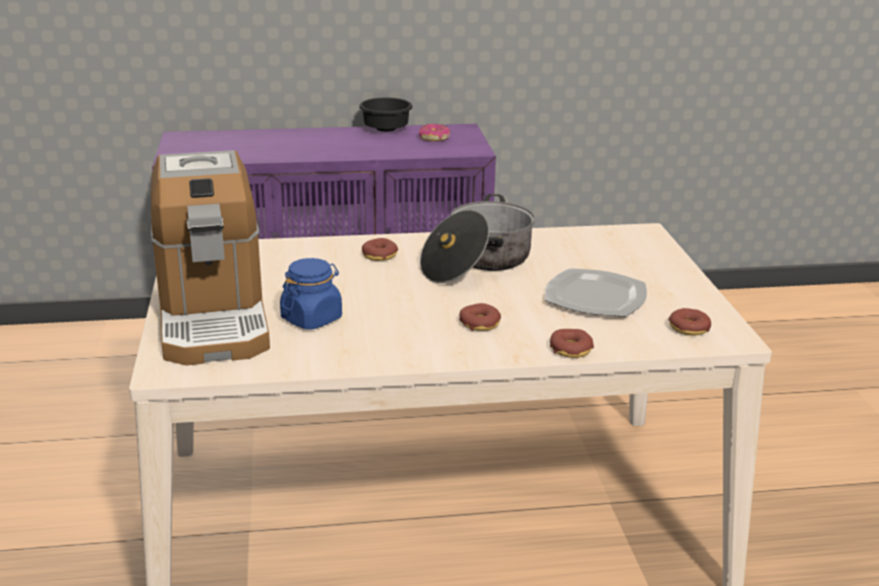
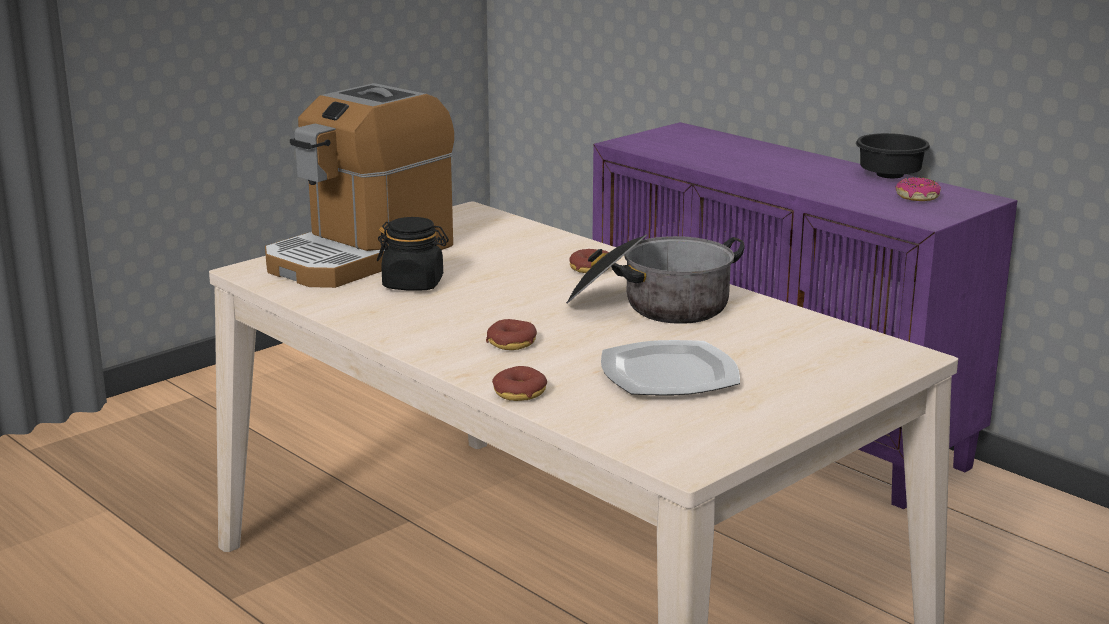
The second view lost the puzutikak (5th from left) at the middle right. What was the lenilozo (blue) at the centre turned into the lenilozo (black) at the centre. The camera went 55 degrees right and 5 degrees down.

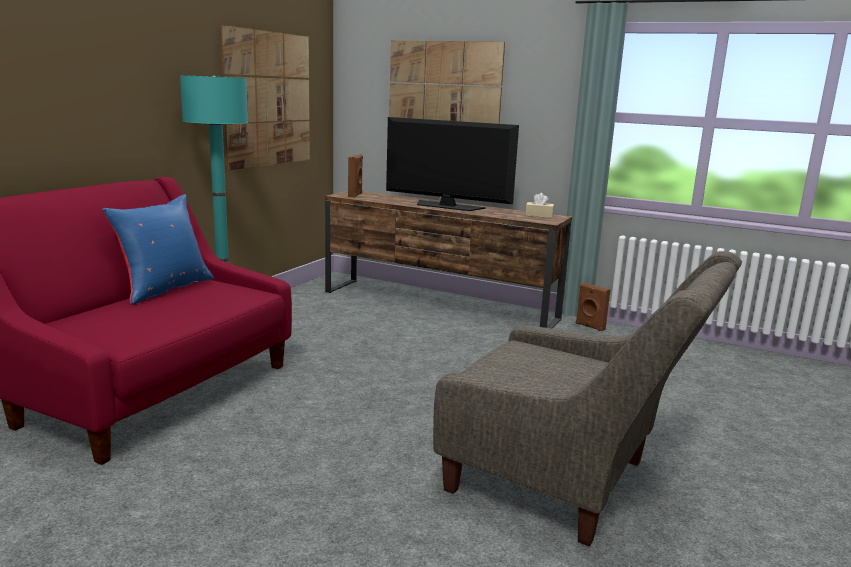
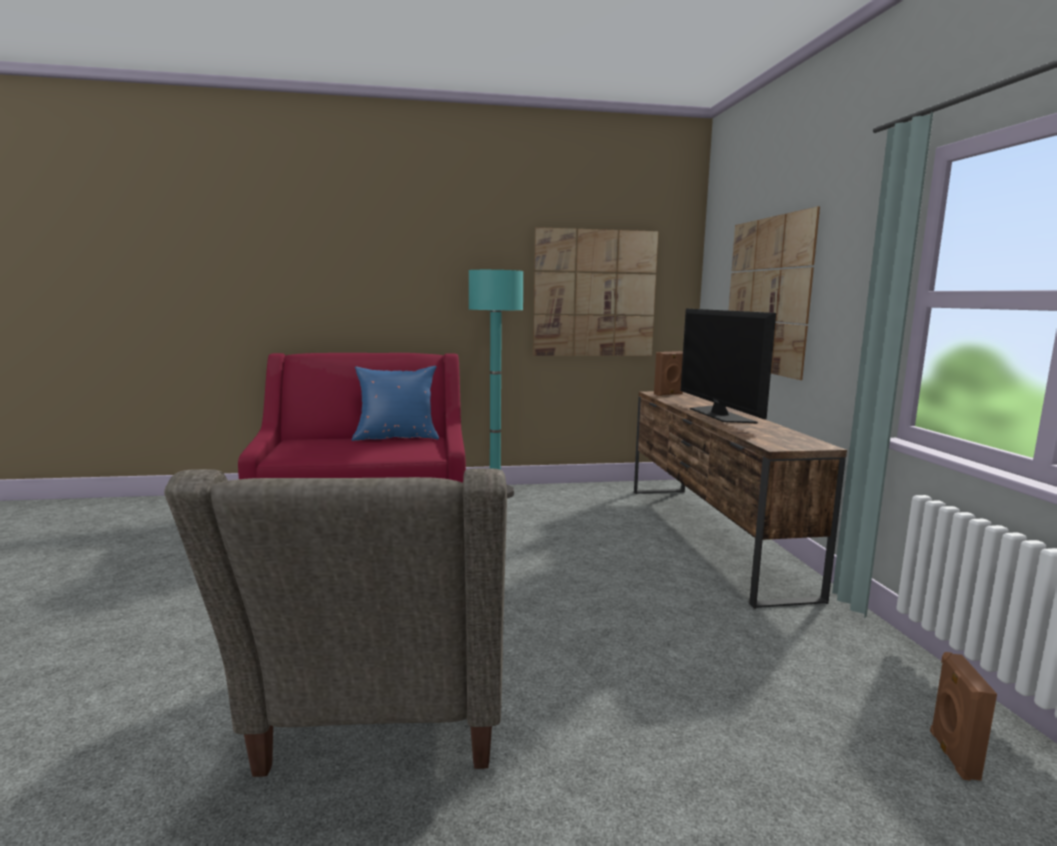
The second view lost the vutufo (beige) at the centre. The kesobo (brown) (2nd from left) ended up elsewhere, having gone from the middle right to the bottom right. The camera went 55 degrees right and 5 degrees down.

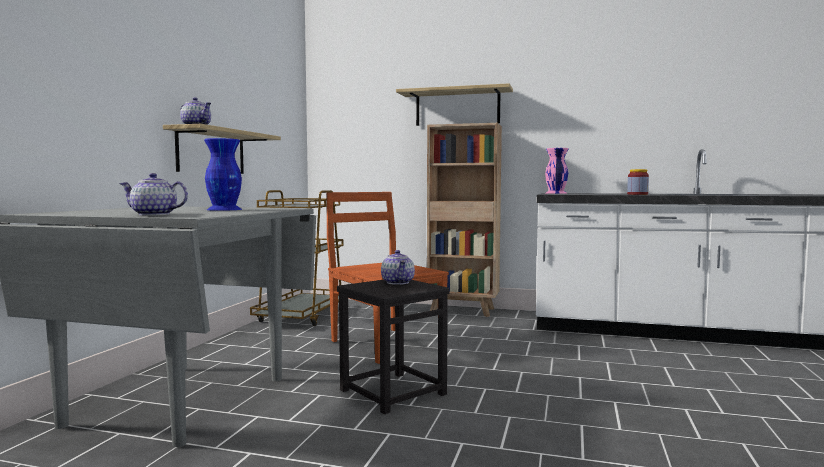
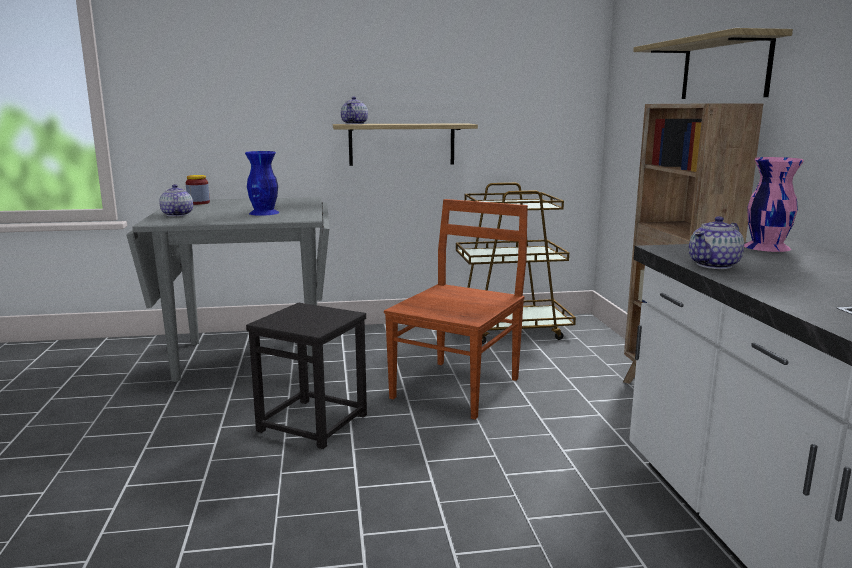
The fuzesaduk (3rd from left) ended up elsewhere, having gone from the centre to the middle right. The lenilozo ended up elsewhere, having gone from the middle right to the middle left. The camera went 65 degrees right and 10 degrees up.

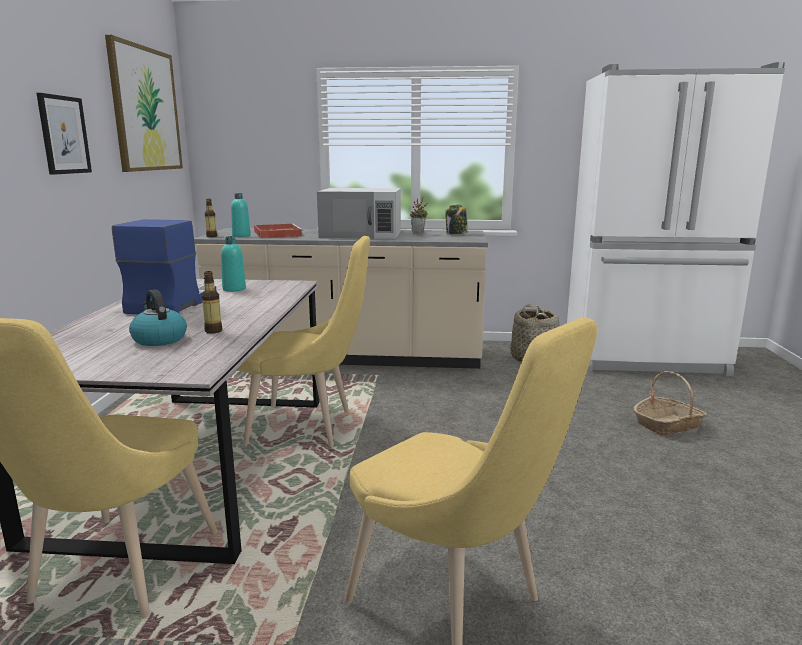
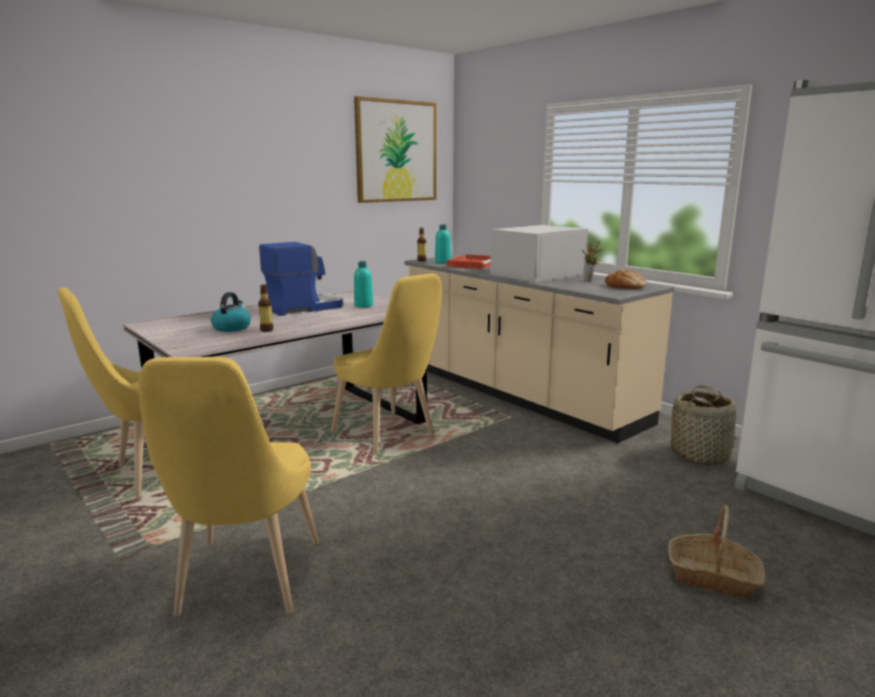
The second view lost the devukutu (1st from left) at the top left. Where the lenilozo stood at the centre, the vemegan came to stand at the middle right. The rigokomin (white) at the top centre ended up facing another way, 90 degrees clockwise from before. The camera went 45 degrees right and 0 degrees up.

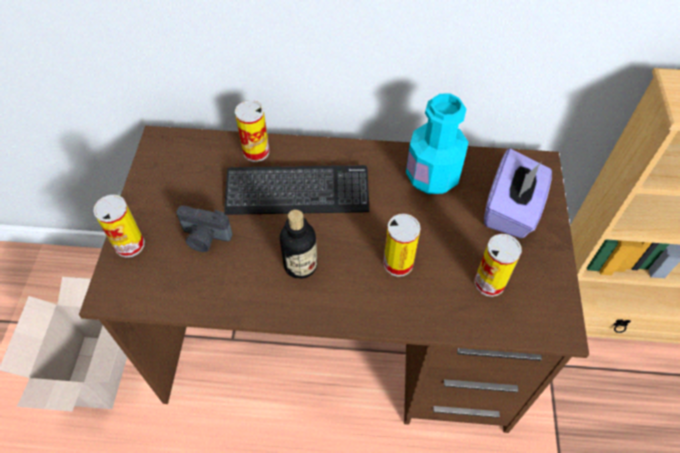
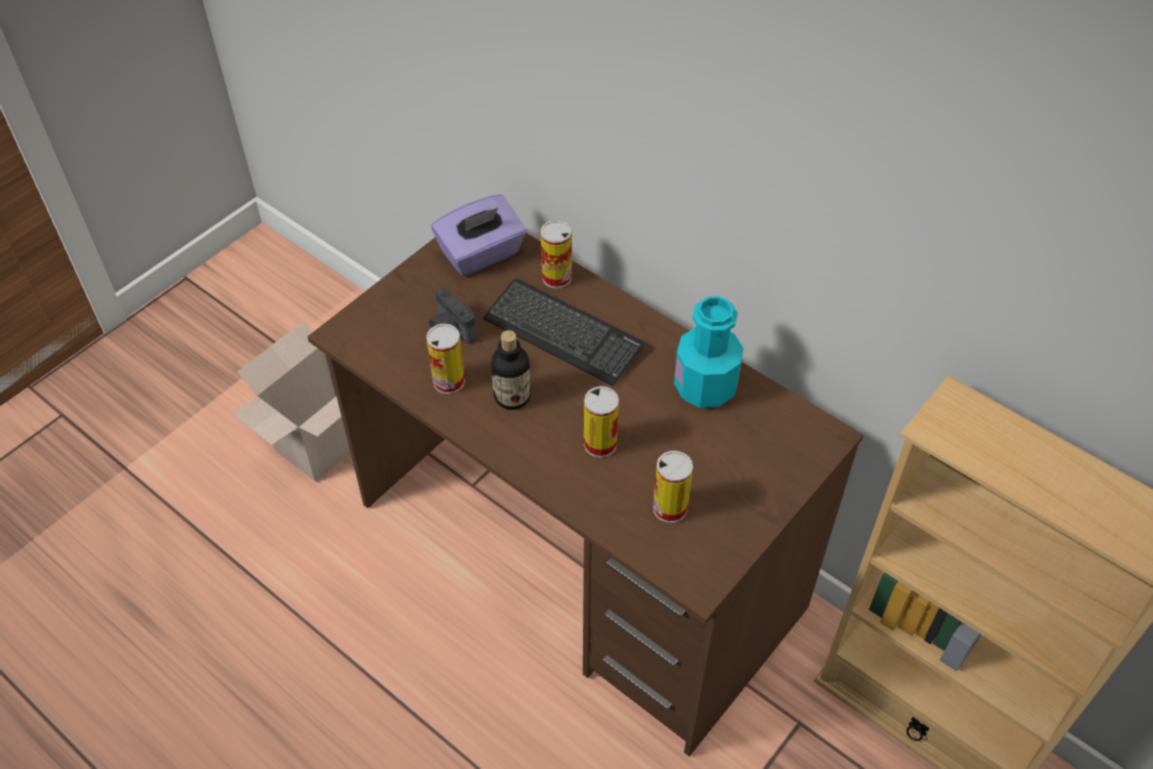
The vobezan (1st from left) ended up elsewhere, having gone from the middle left to the centre. The vutufo (purple) ended up elsewhere, having gone from the middle right to the top centre. The camera went 35 degrees right and 5 degrees down.

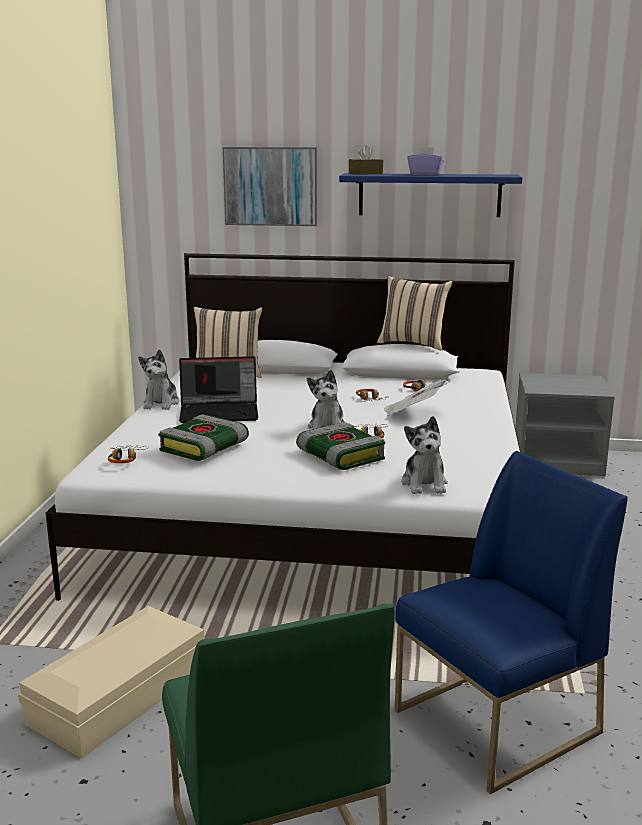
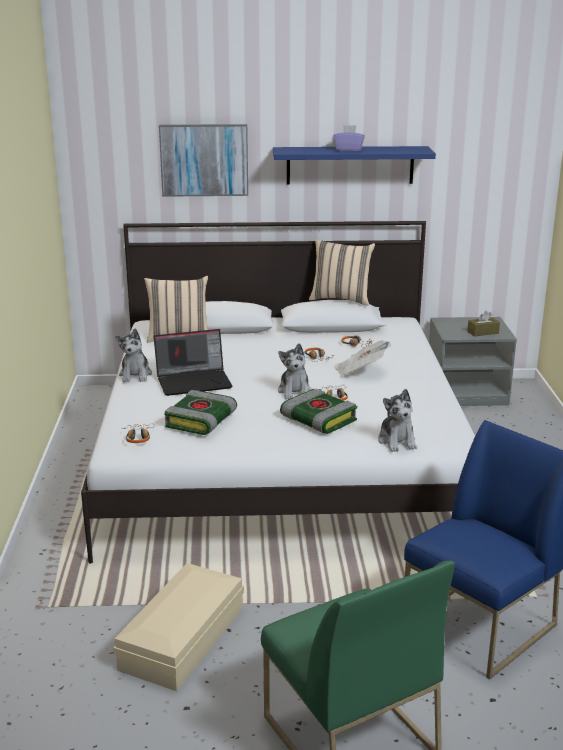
The vutufo (brown) ended up elsewhere, having gone from the top centre to the middle right. The camera went 10 degrees left and 5 degrees up.

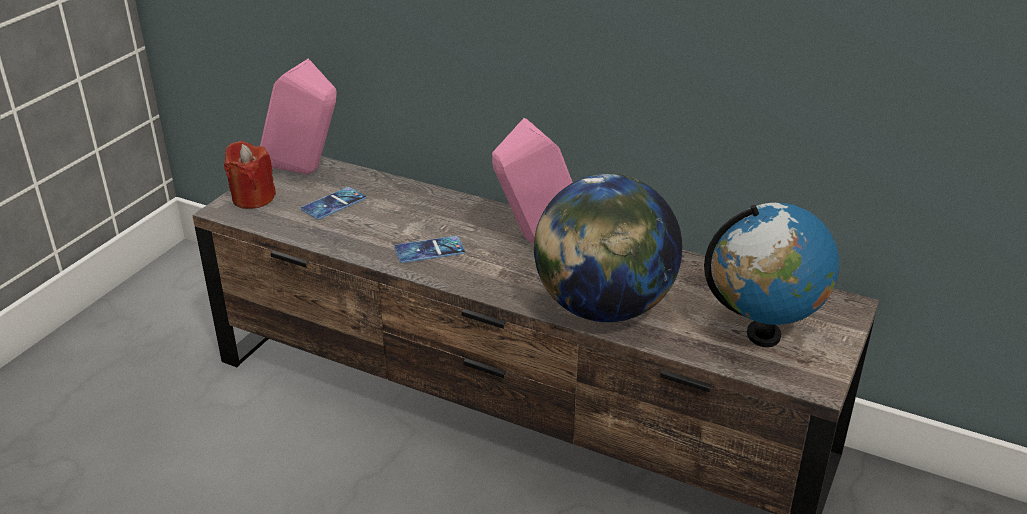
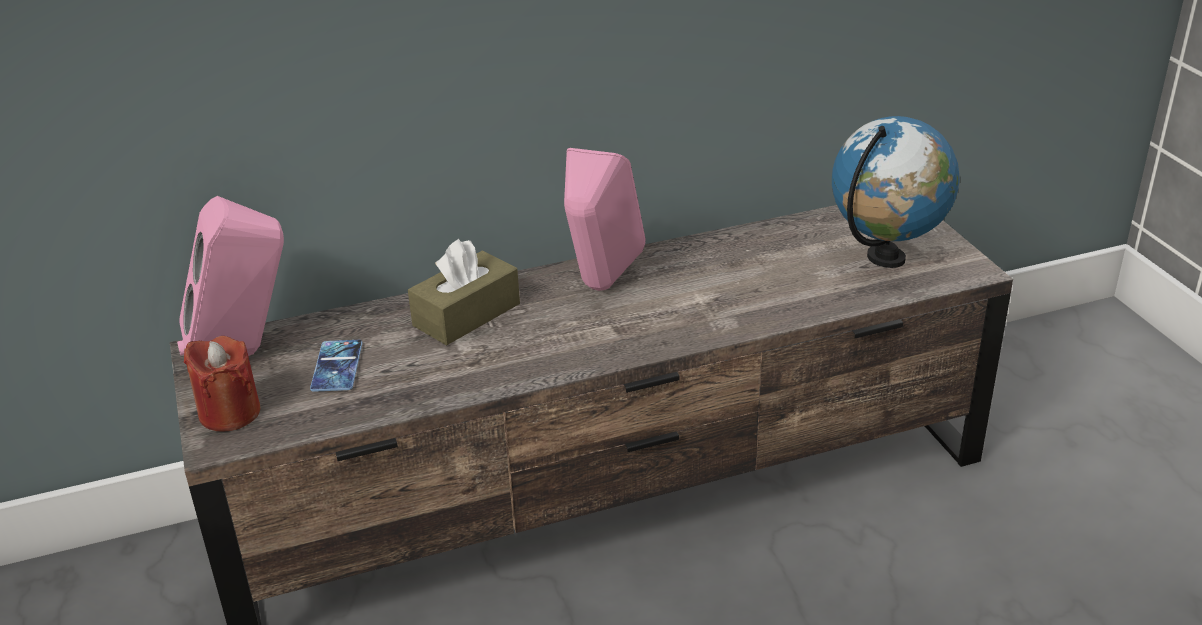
The second view lost the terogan (2nd from left) at the centre. The second view lost the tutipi (1st from left) at the centre. The second view gained the vutufo (brown) at the centre. The camera went 45 degrees left and 0 degrees up.

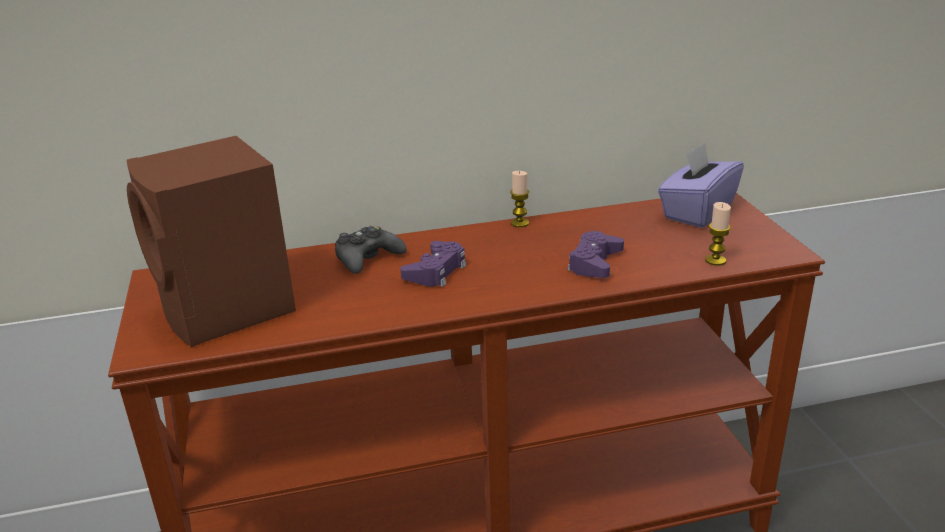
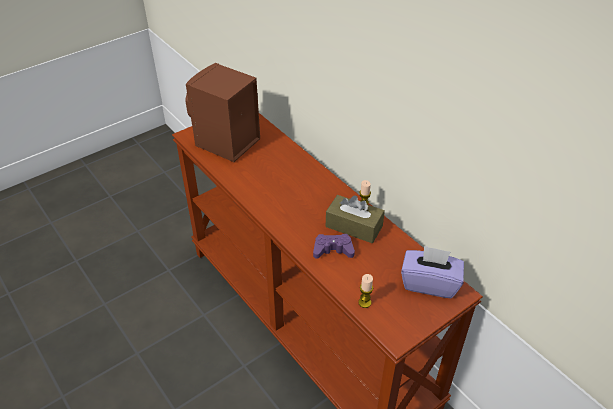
The second view lost the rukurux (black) at the centre. The second view lost the rukurux (purple) (1st from left) at the centre. The second view gained the vutufo (brown) at the centre. The camera went 65 degrees right and 15 degrees up.

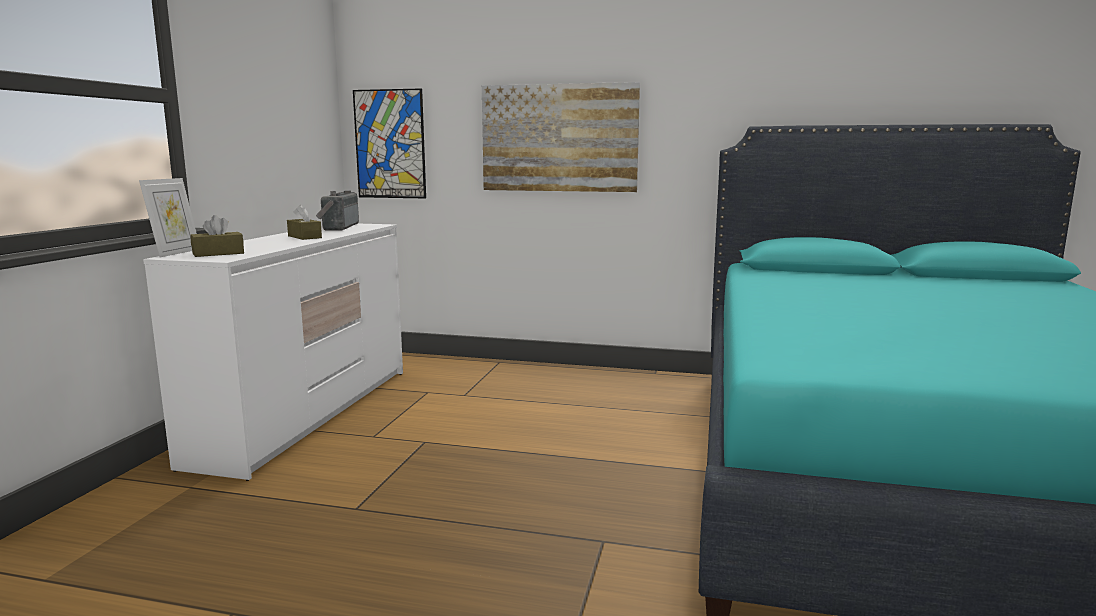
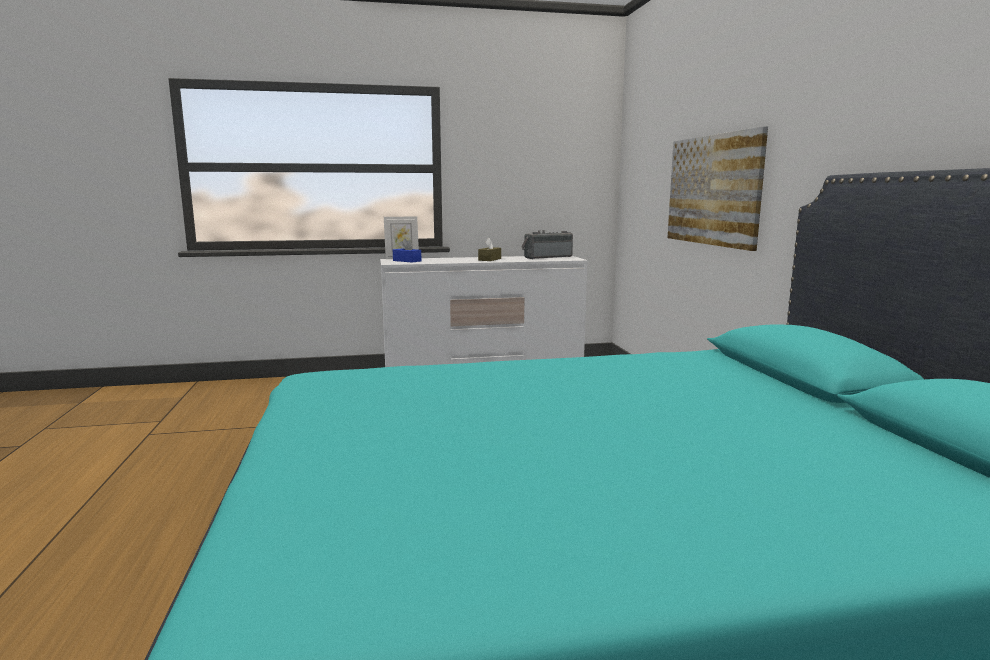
The second view lost the devukutu (1st from left) at the top centre. What was the vutufo (brown) (1st from left) at the middle left turned into the vutufo (blue) at the centre. The camera went 65 degrees right and 0 degrees up.

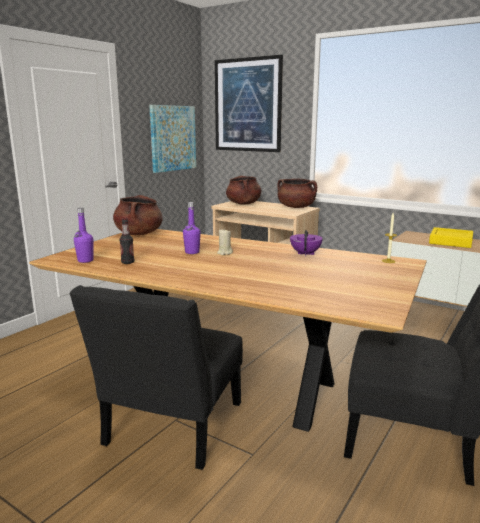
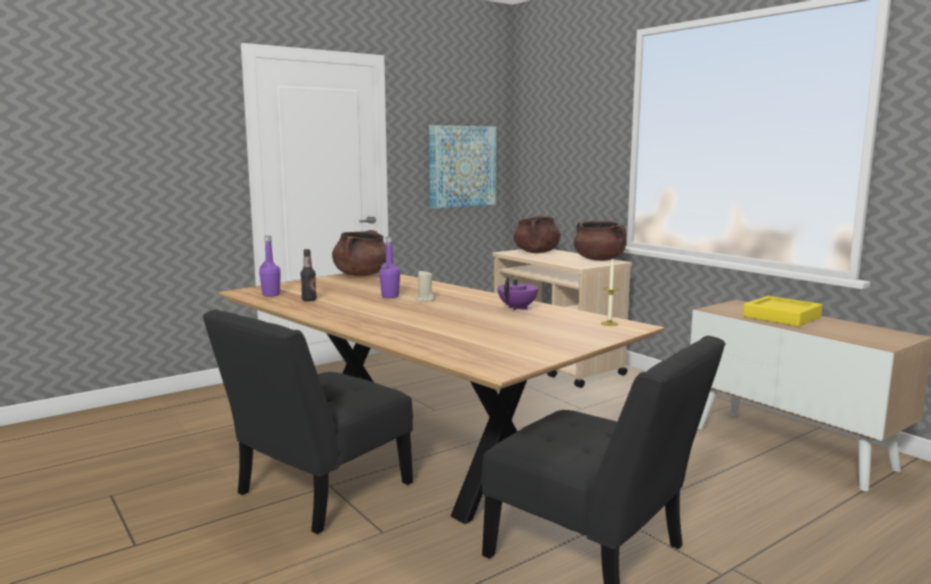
The second view lost the devukutu (2nd from left) at the top centre. The camera went 20 degrees right and 5 degrees down.

